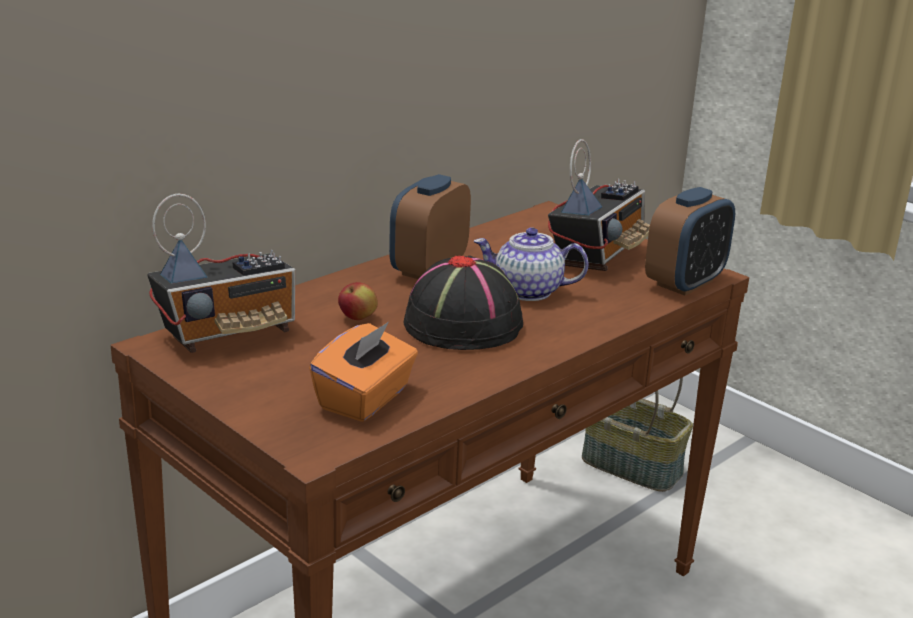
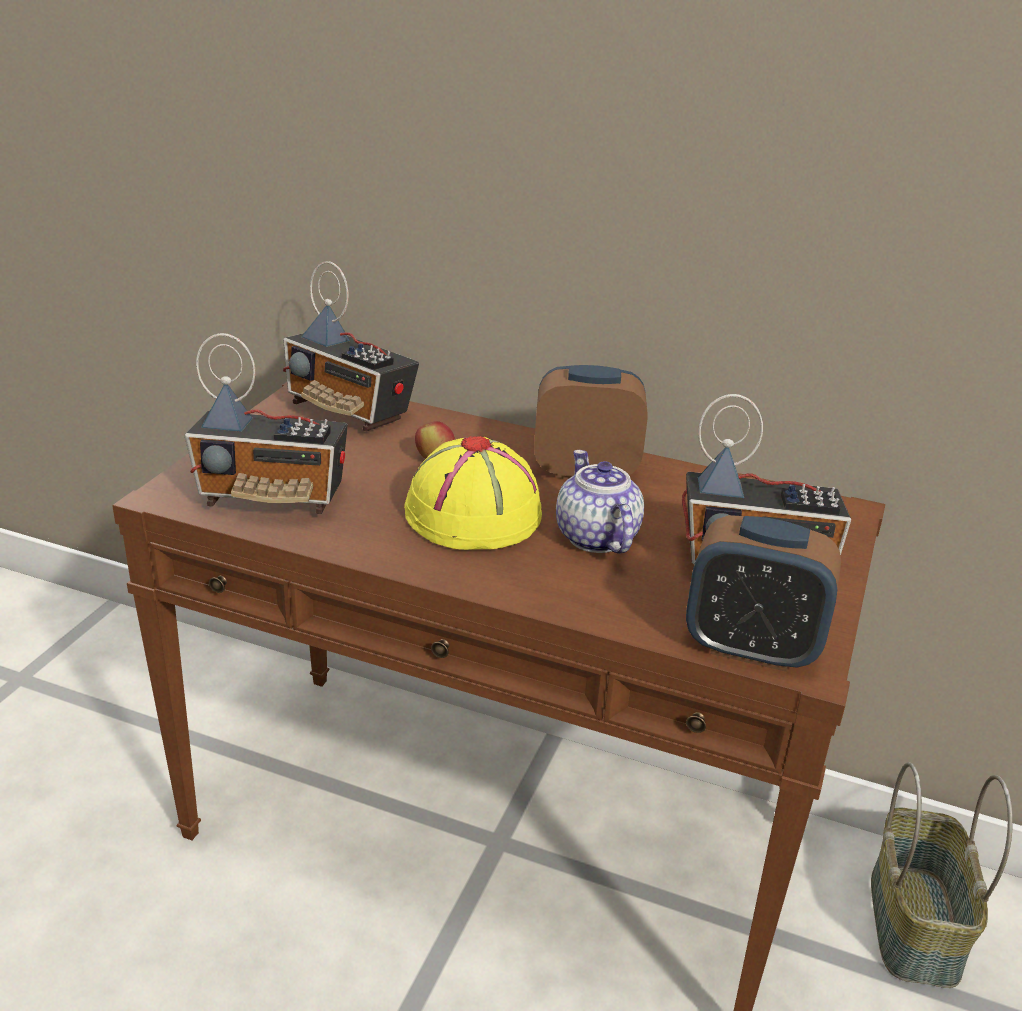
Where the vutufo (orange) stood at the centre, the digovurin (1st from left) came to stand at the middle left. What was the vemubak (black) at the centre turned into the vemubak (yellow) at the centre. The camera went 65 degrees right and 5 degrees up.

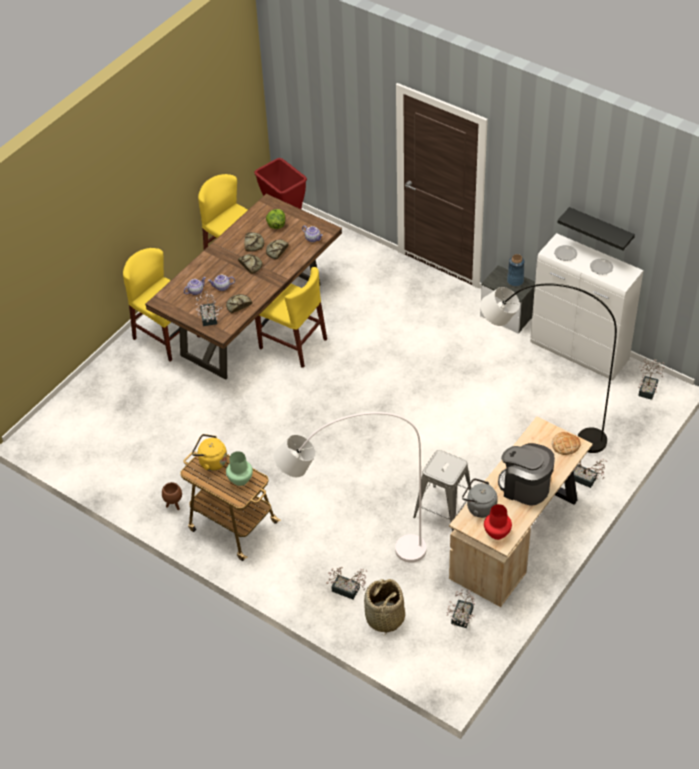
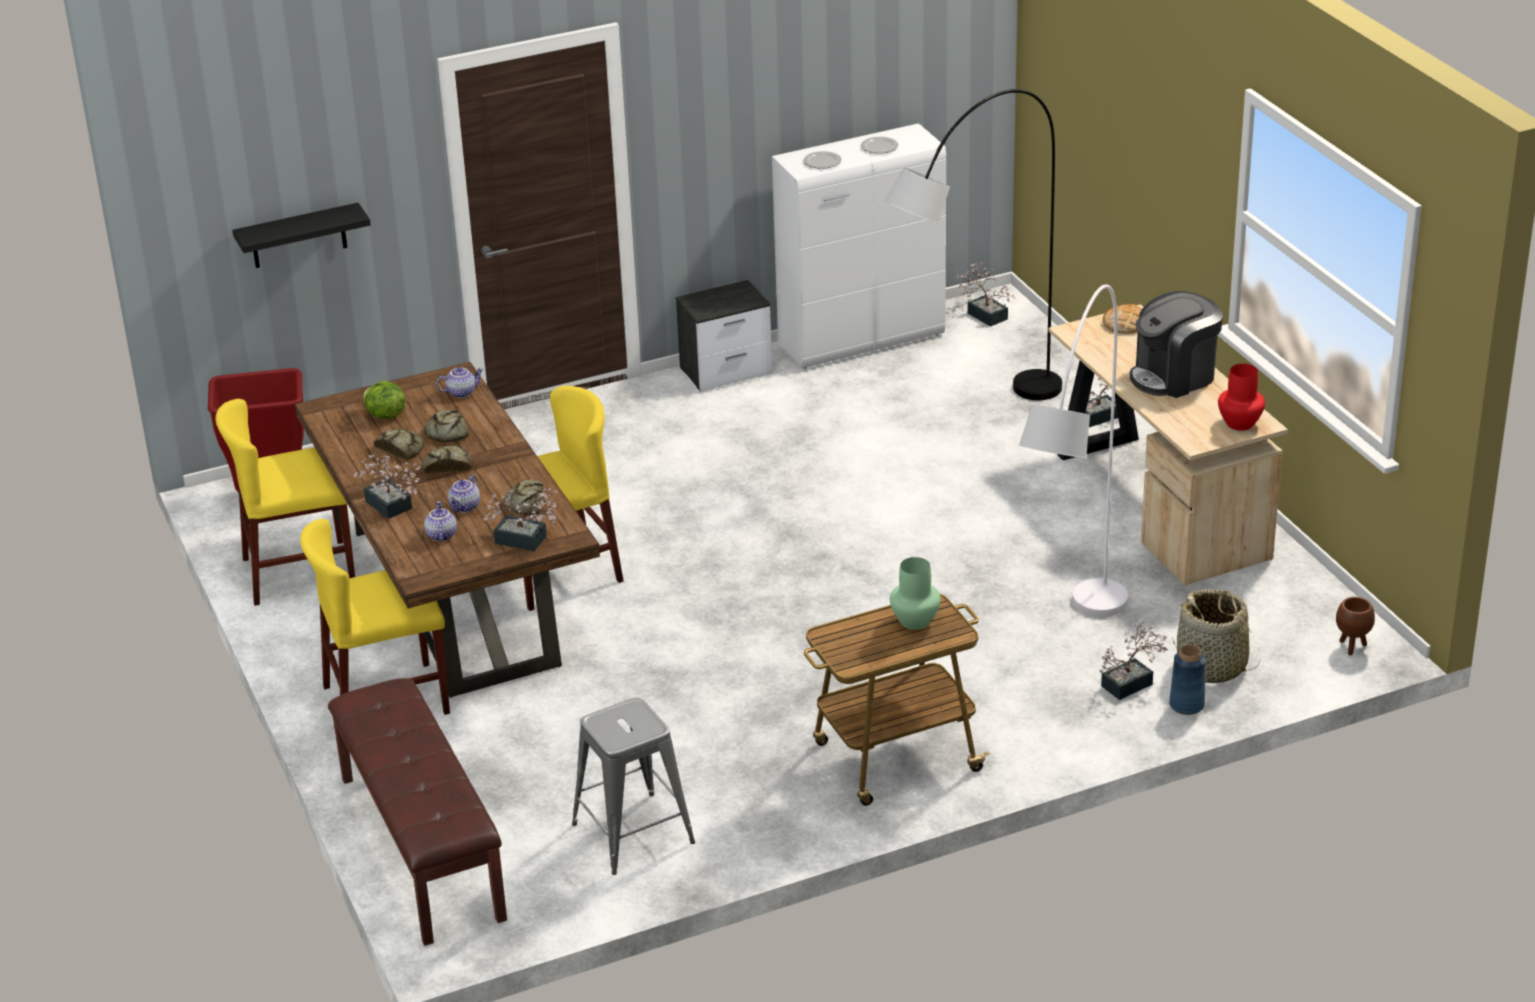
The second view lost the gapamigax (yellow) at the middle left. The second view lost the gapamigax (grey) at the middle right. The second view gained the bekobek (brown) at the bottom left. The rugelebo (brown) ended up elsewhere, having gone from the middle left to the middle right. The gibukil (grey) ended up elsewhere, having gone from the centre to the bottom centre. The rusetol (3rd from left in the first image) ended up elsewhere, having gone from the bottom centre to the middle left. The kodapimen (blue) ended up elsewhere, having gone from the middle right to the bottom right. The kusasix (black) ended up elsewhere, having gone from the top right to the top left. The camera went 60 degrees left and 15 degrees down.

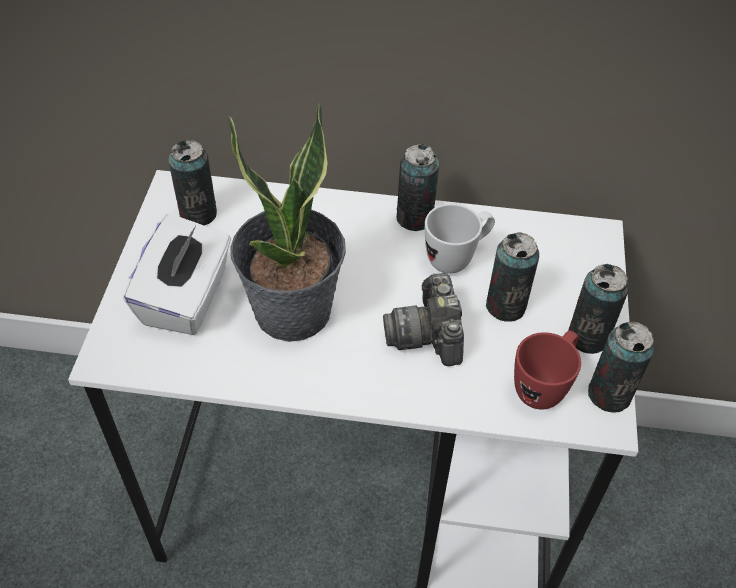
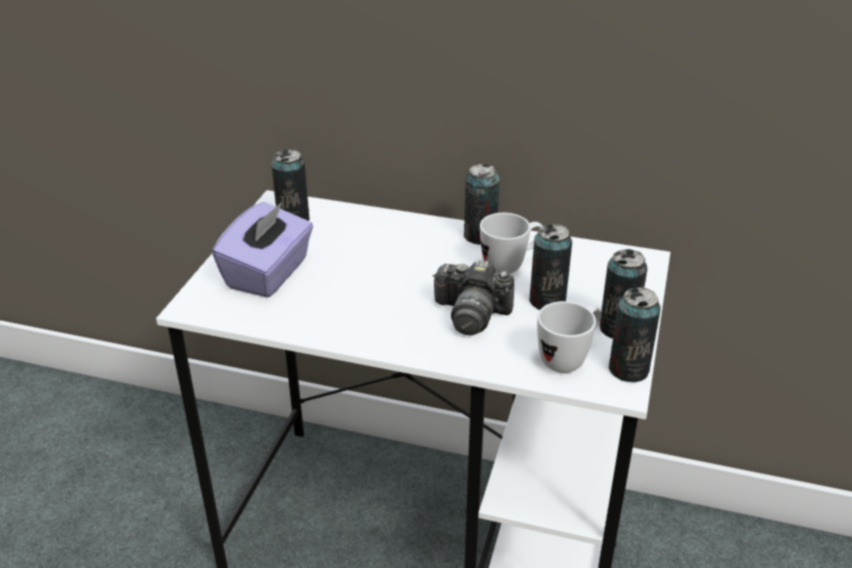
The second view lost the rusetol at the centre. What was the vutufo (white) at the middle left turned into the vutufo (purple) at the middle left. What was the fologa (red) at the middle right turned into the fologa (white) (2nd from left) at the middle right. The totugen at the centre ended up facing another way, 75 degrees counterclockwise from before. The camera went 10 degrees right and 15 degrees down.

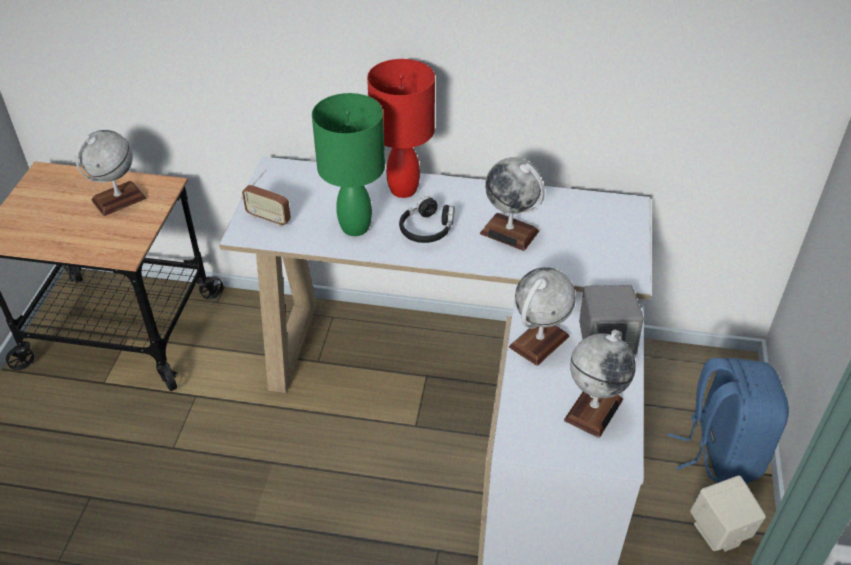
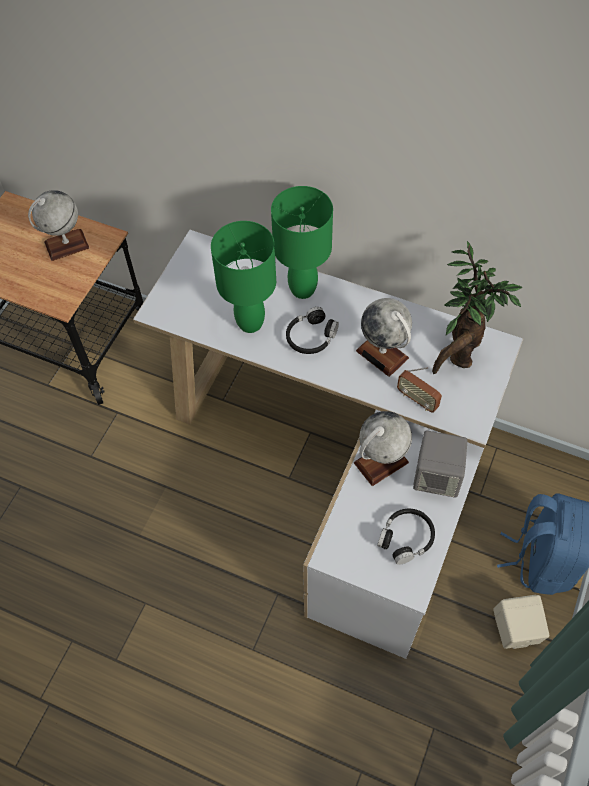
The second view gained the rusetol at the middle right. The digovurin ended up elsewhere, having gone from the middle left to the middle right. Where the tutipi (4th from left) stood at the bottom right, the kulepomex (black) (2nd from left) came to stand at the bottom right. What was the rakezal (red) at the top centre turned into the rakezal (green) (2nd from left) at the top centre. The camera went 15 degrees right and 15 degrees up.

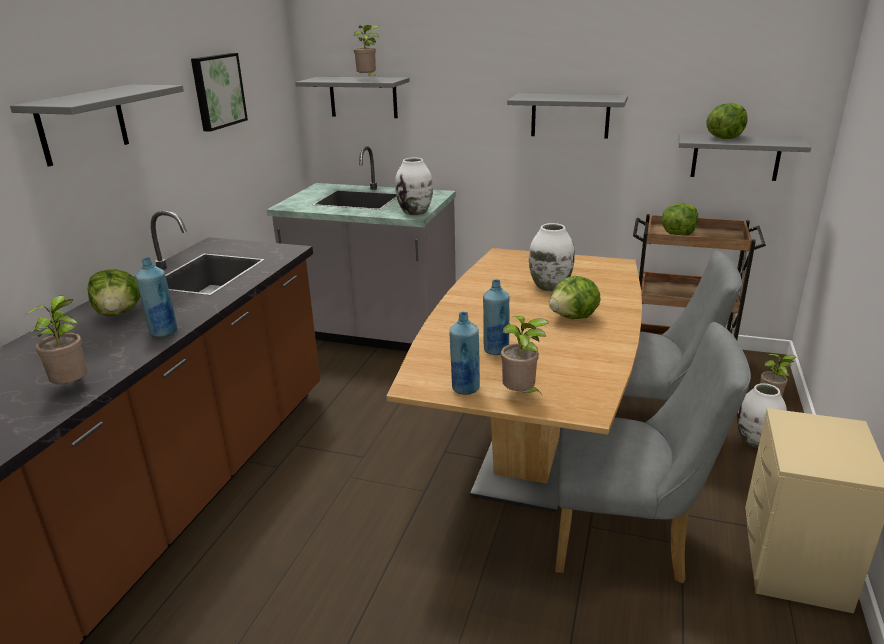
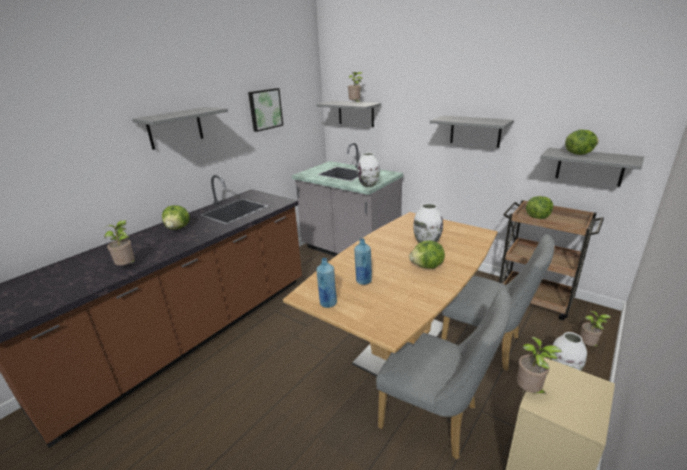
The second view lost the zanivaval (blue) (1st from left) at the middle left. The rusetol (3rd from left) ended up elsewhere, having gone from the centre to the bottom right. The camera went 20 degrees right and 0 degrees up.

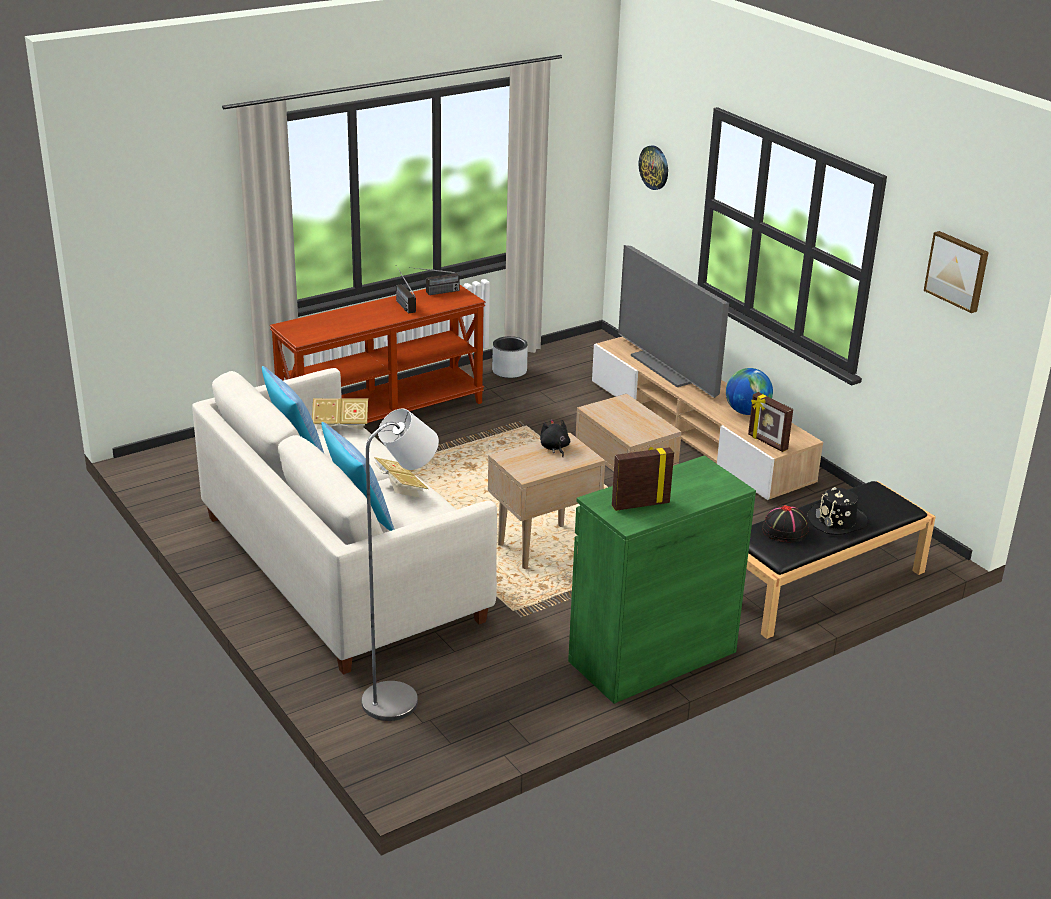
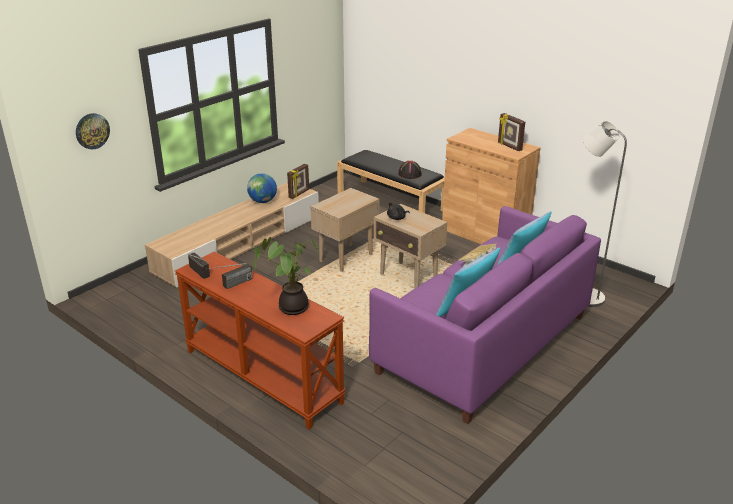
The second view lost the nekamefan (1st from left) at the middle left. The second view lost the rugelebo (grey) at the centre. The second view lost the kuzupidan at the centre. The second view lost the vemubak (black) (2nd from left) at the middle right. The second view lost the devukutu at the top right. The second view gained the rusetol at the centre. What was the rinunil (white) at the middle left turned into the rinunil (purple) at the centre. What was the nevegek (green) at the centre turned into the nevegek (brown) at the middle right. The camera went 105 degrees left and 0 degrees up.

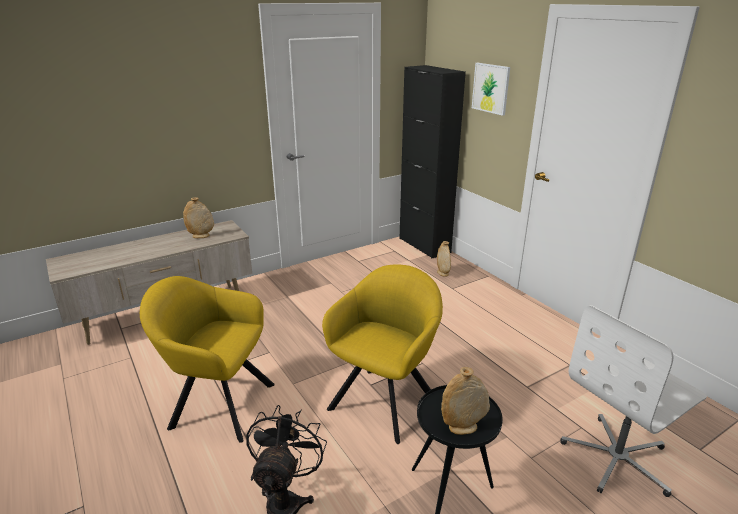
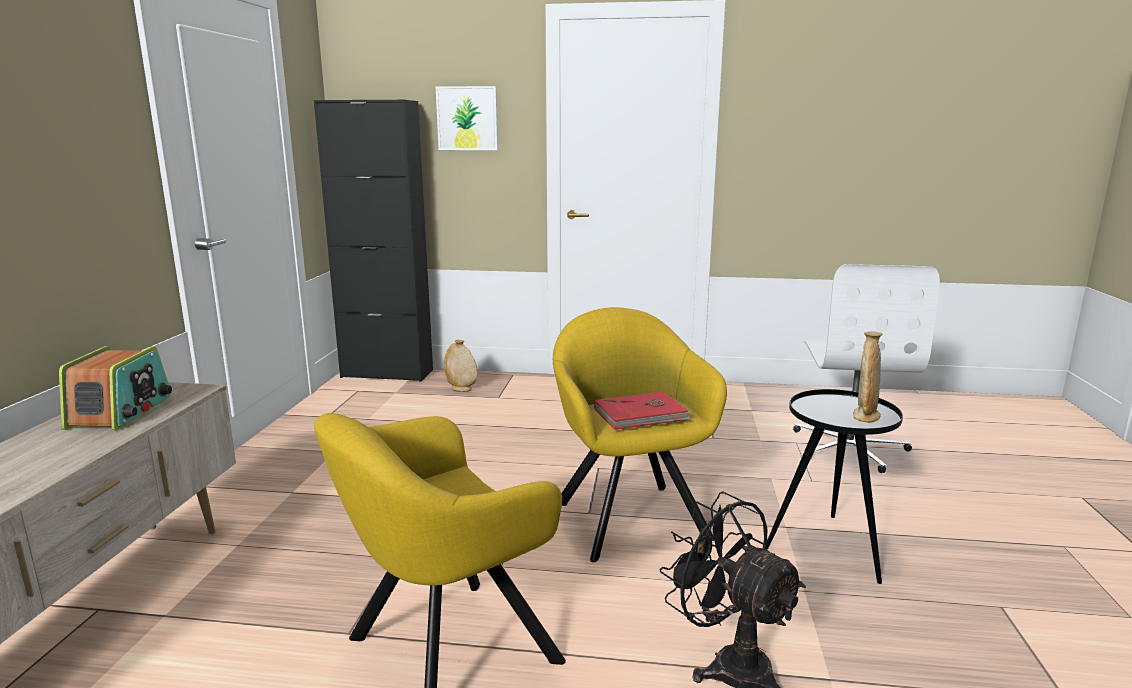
The second view gained the nekamefan (red) at the centre. Where the kodapimen (beige) (1st from left) stood at the middle left, the digovurin came to stand at the middle left. The camera went 50 degrees left and 10 degrees down.

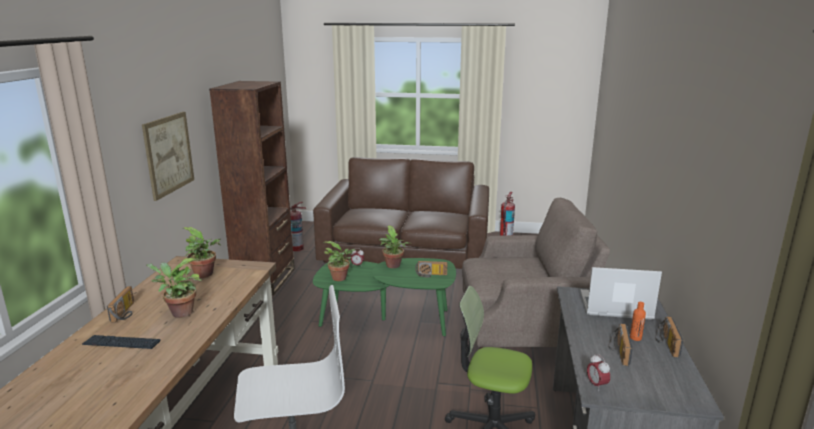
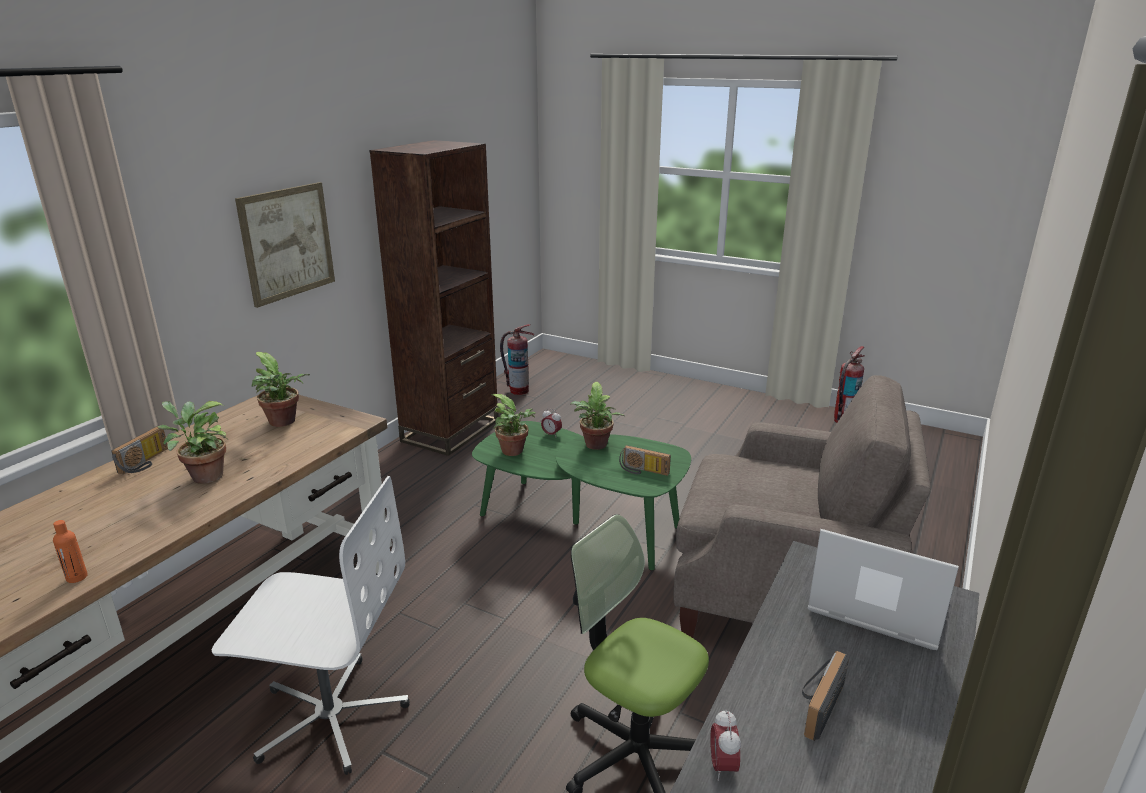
The second view lost the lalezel at the bottom left. The second view lost the rinunil (brown) at the centre. The second view lost the digovurin (4th from left) at the bottom right. The zanivaval (orange) ended up elsewhere, having gone from the bottom right to the bottom left. The camera went 20 degrees right and 5 degrees up.

